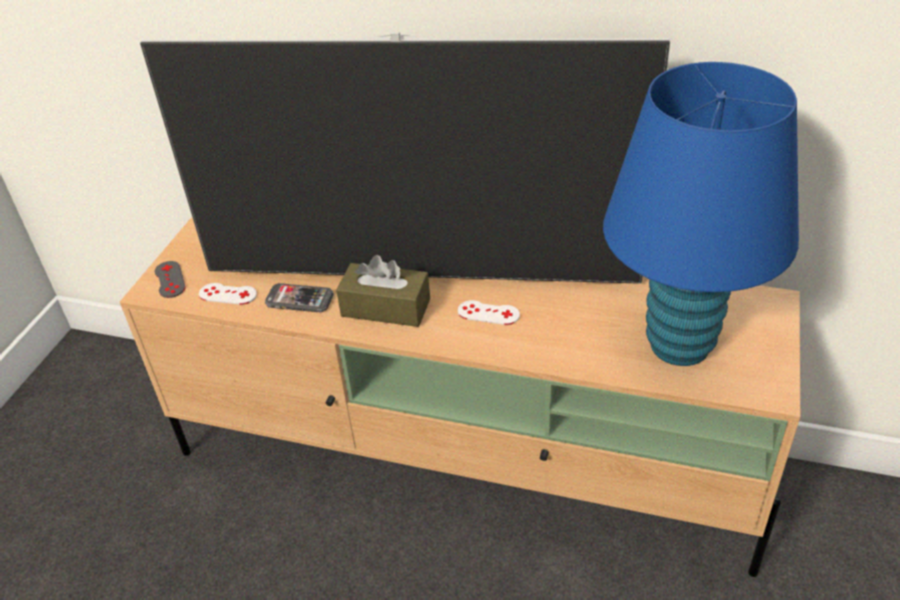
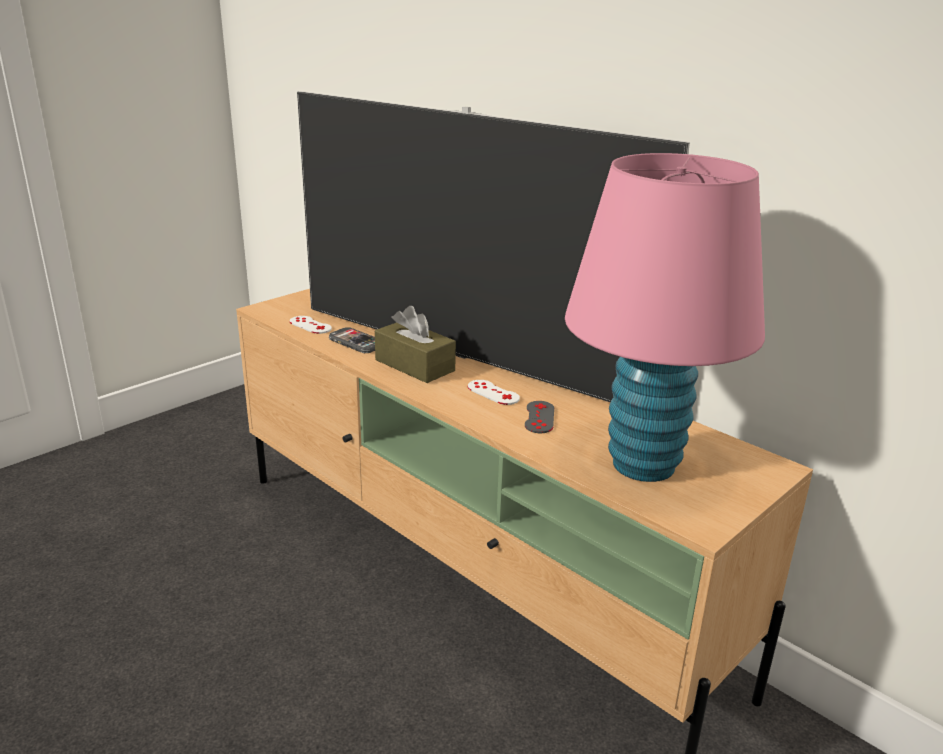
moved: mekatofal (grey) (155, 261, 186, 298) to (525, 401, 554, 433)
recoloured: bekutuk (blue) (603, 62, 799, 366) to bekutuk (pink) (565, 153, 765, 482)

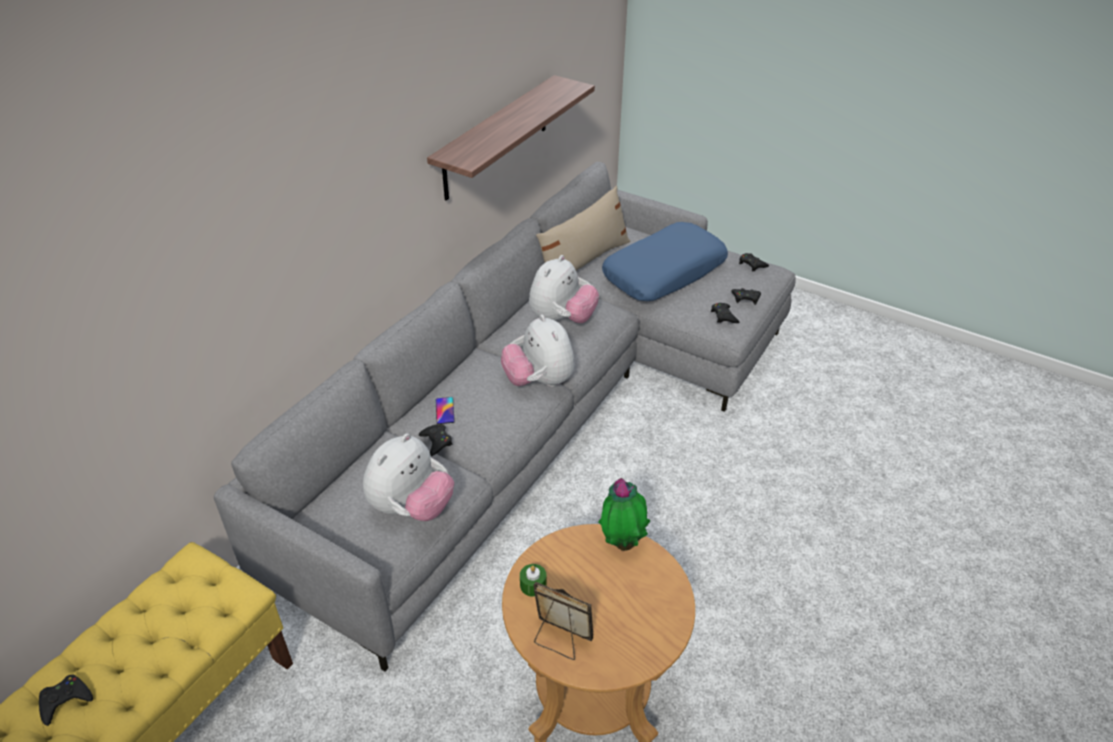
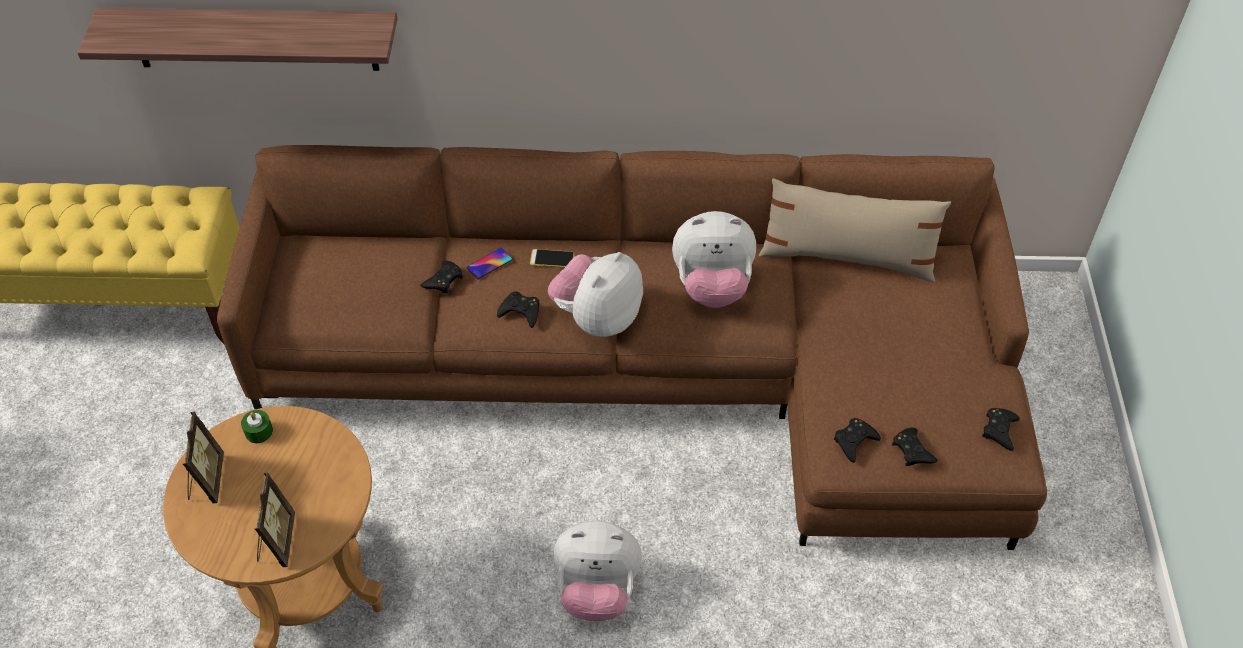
removed: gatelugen (598, 478, 650, 551); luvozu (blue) (602, 222, 728, 301)
added: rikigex (255, 473, 295, 567); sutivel (530, 249, 575, 268)
moved: mekatofal (black) (39, 674, 93, 726) to (497, 291, 540, 328); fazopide (363, 433, 454, 521) to (553, 521, 642, 621); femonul (427, 75, 595, 201) to (77, 8, 398, 71)
recoloured: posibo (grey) (214, 162, 796, 671) to posibo (brown) (217, 145, 1047, 550)

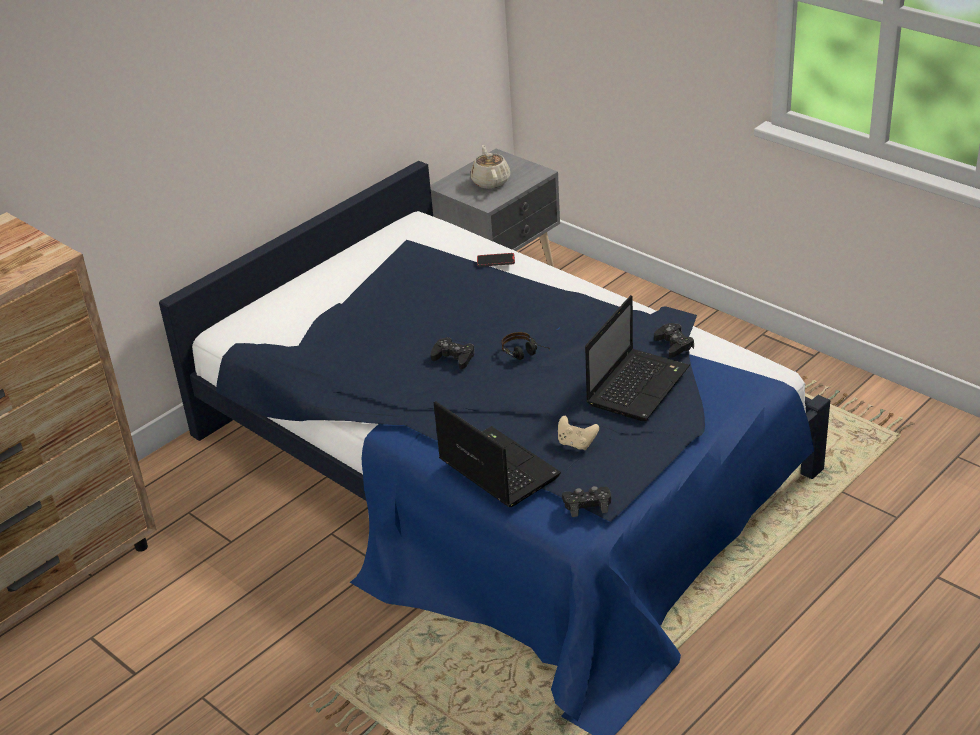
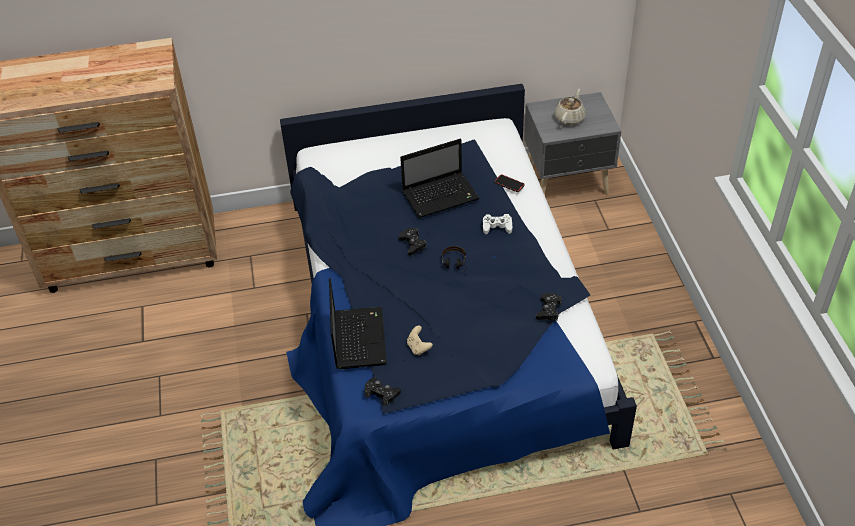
added: mekatofal (white) (483, 214, 512, 234)
moved: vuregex (585, 295, 690, 421) to (400, 139, 480, 218)

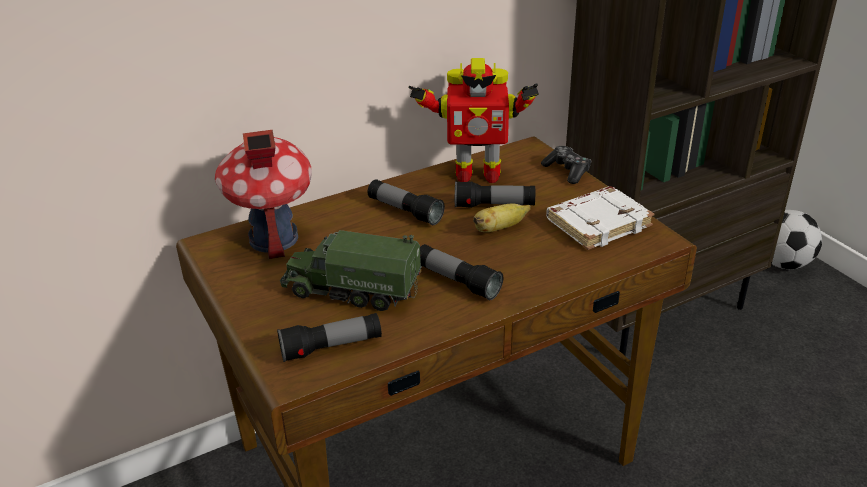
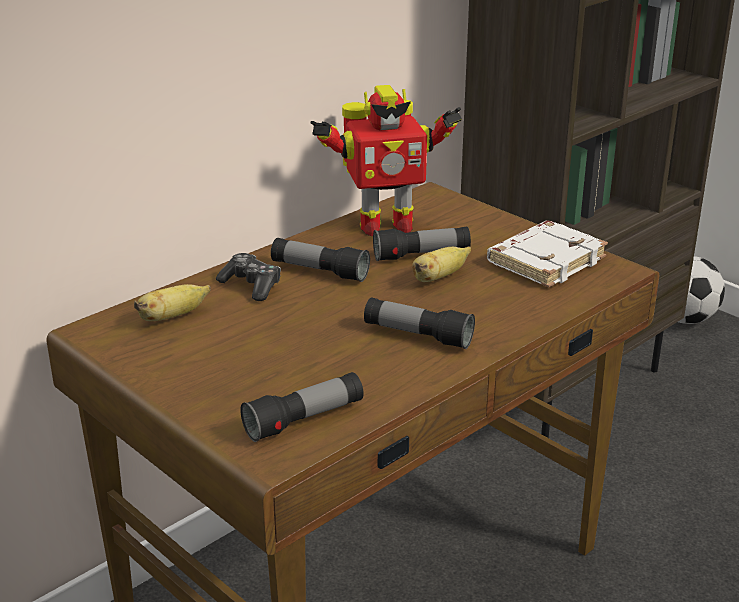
removed: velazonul (280, 230, 422, 311)
moved: mekatofal (541, 146, 592, 184) to (216, 253, 281, 301)
replaced: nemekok (215, 130, 312, 259) to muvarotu (134, 284, 211, 321)

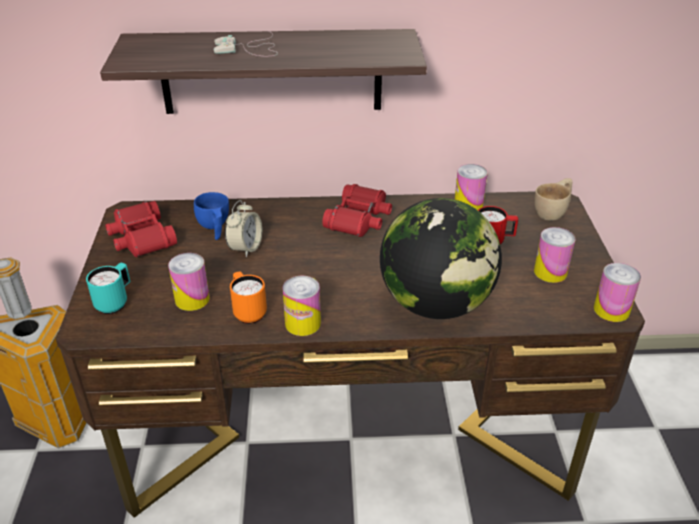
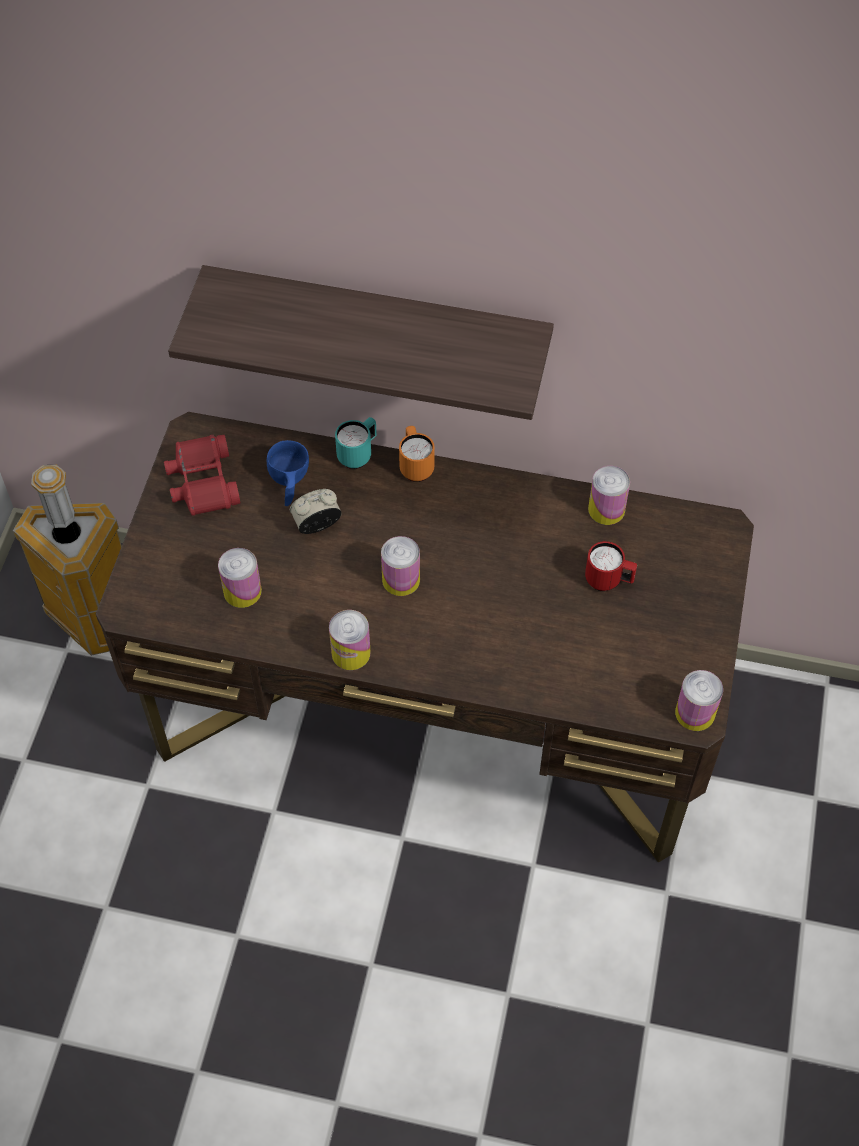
removed: mekatofal (white) (214, 31, 278, 56); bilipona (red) (322, 184, 392, 237); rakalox (380, 198, 502, 319); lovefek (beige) (534, 178, 573, 221)
moved: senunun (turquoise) (86, 263, 131, 314) to (335, 417, 377, 469); senunun (orange) (230, 271, 267, 324) to (399, 426, 435, 482); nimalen (534, 227, 576, 283) to (381, 536, 420, 596)
turned: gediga (225, 200, 263, 257) = (290, 489, 342, 534) 150 degrees counterclockwise

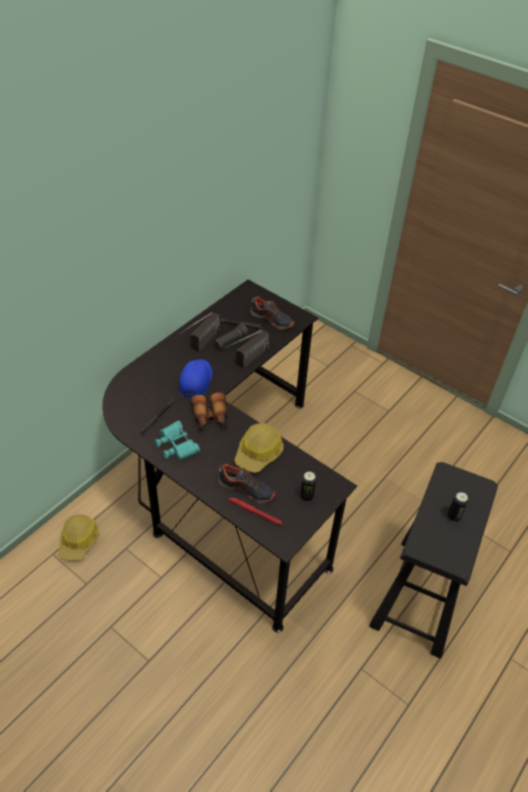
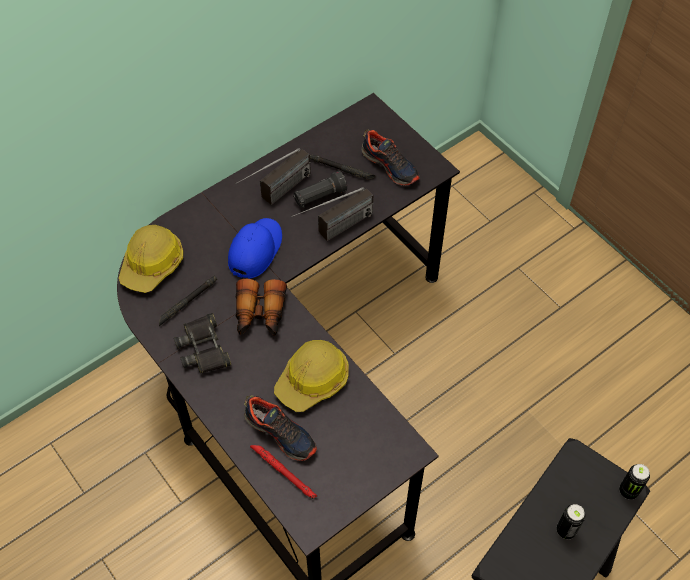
moved: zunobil (59, 514, 100, 561) to (119, 225, 184, 293); nimalen (300, 472, 316, 502) to (619, 464, 650, 500)
recoloured: bilipona (turquoise) (155, 421, 200, 460) to bilipona (black) (174, 313, 231, 374)

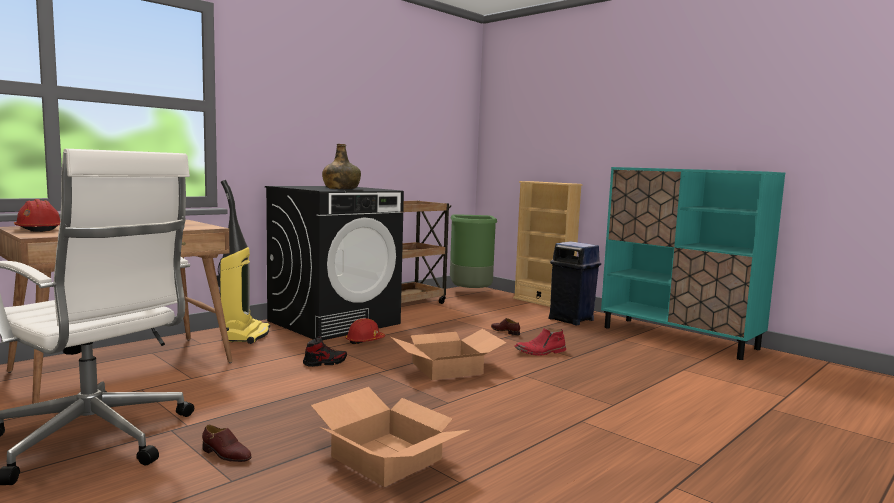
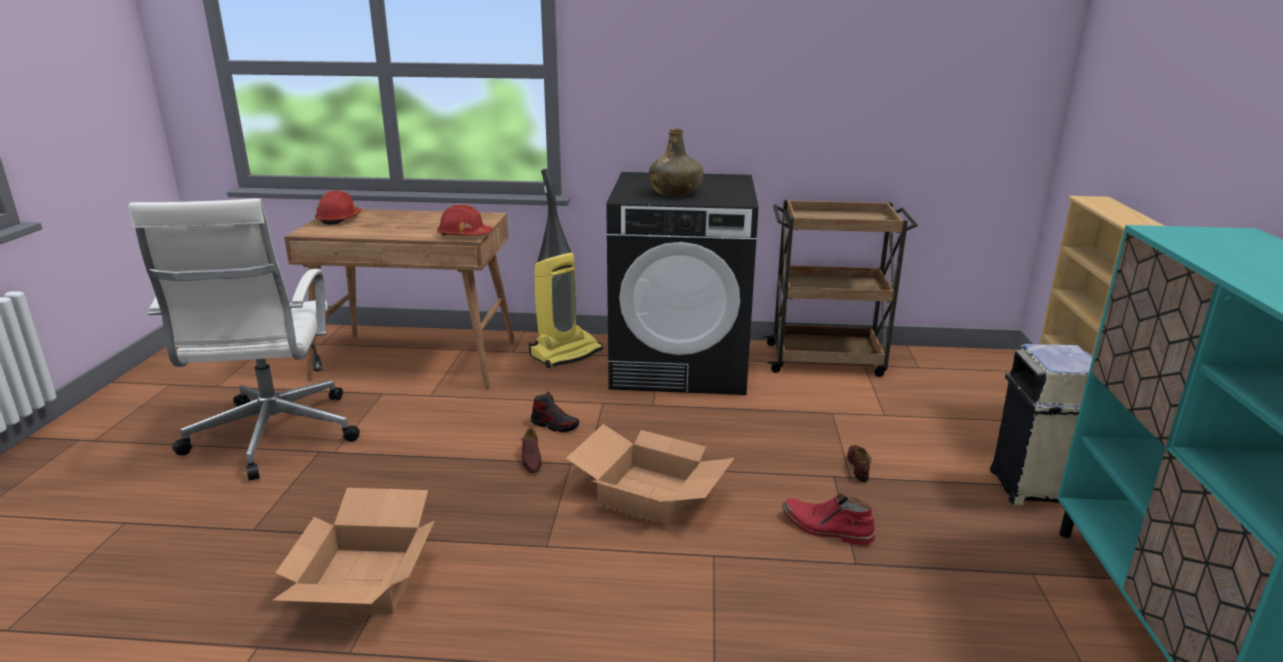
removed: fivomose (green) (450, 214, 497, 288)
moved: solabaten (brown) (202, 425, 252, 462) to (521, 428, 542, 473); zunobil (red) (346, 318, 385, 344) to (437, 204, 493, 236)
recoloured: fivomose (blue) (548, 241, 601, 325) to fivomose (beige) (990, 344, 1093, 506)

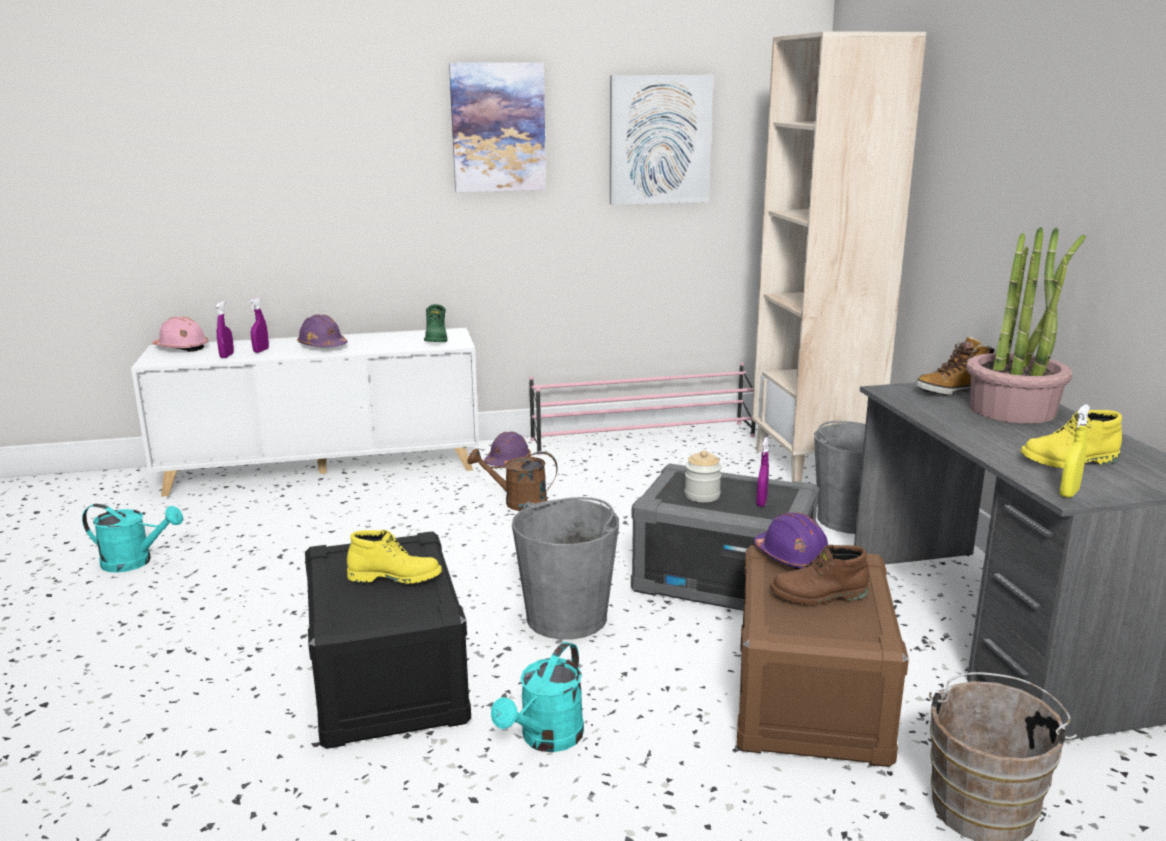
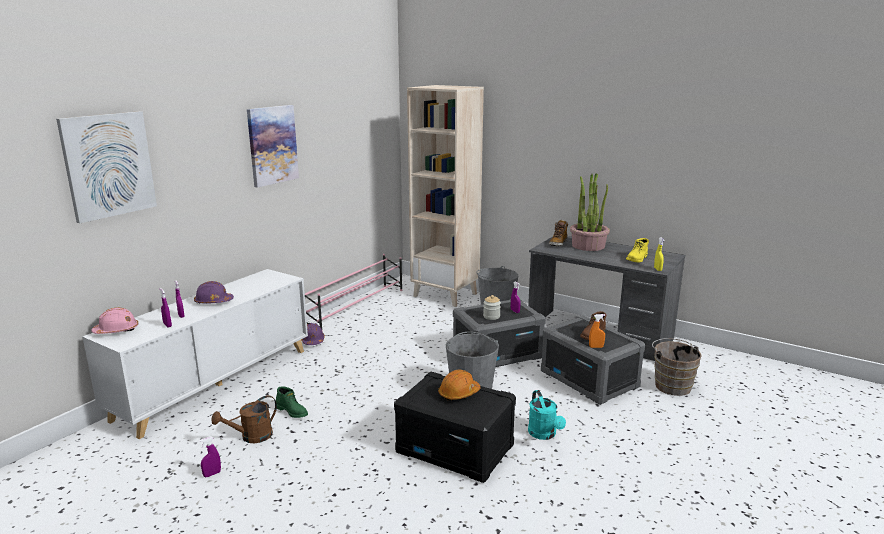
removed: zunobil (purple) (754, 513, 828, 569)
added: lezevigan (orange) (589, 314, 605, 348)
moved: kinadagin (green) (424, 304, 448, 342) to (276, 386, 308, 418); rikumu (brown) (468, 449, 558, 511) to (211, 395, 277, 443); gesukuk (610, 75, 714, 205) to (56, 111, 157, 223)
replaced: rikumu (turquoise) (82, 504, 183, 573) to lezevigan (purple) (200, 436, 221, 477); kinadagin (yellow) (347, 530, 442, 584) to zunobil (orange) (438, 369, 481, 401)
recoloured: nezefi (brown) (737, 545, 909, 767) to nezefi (grey) (541, 315, 645, 405)

